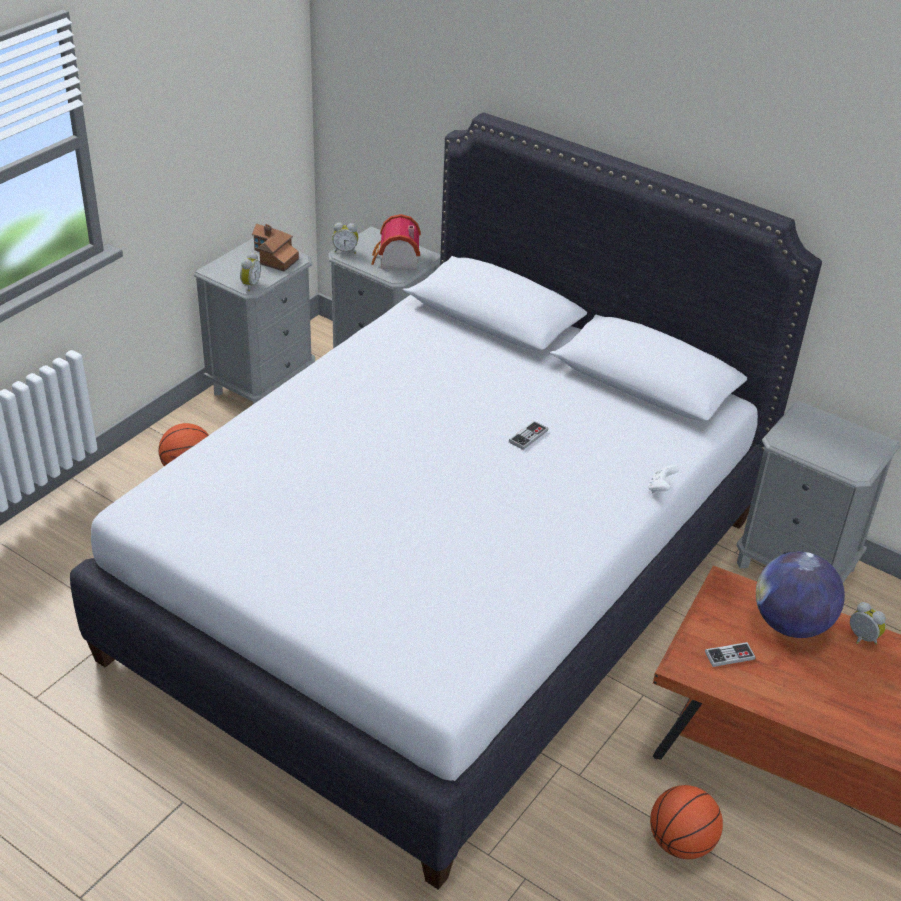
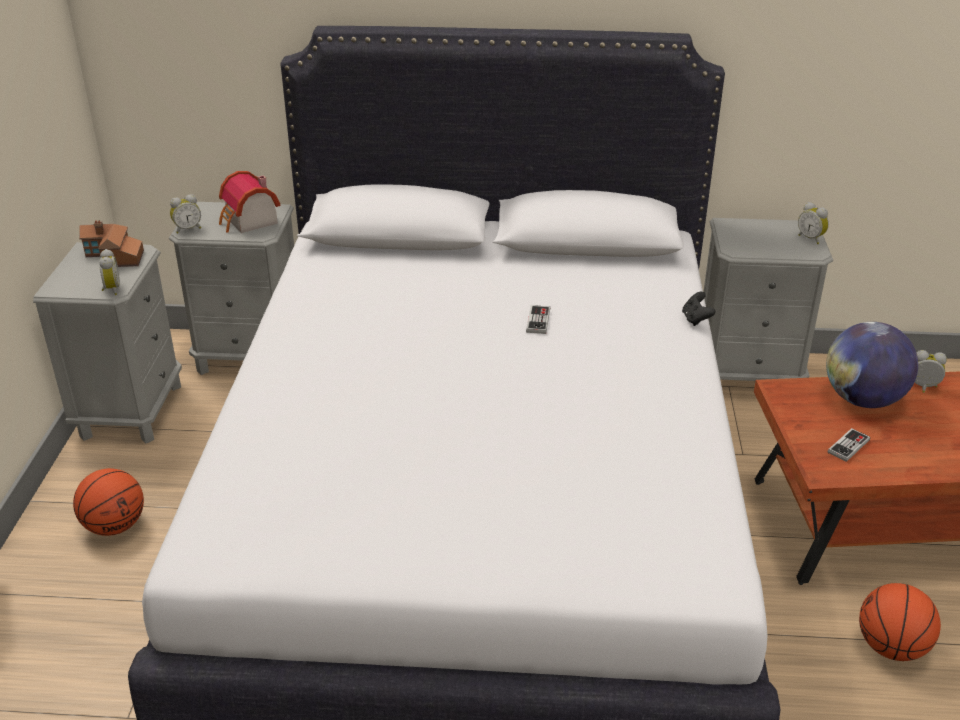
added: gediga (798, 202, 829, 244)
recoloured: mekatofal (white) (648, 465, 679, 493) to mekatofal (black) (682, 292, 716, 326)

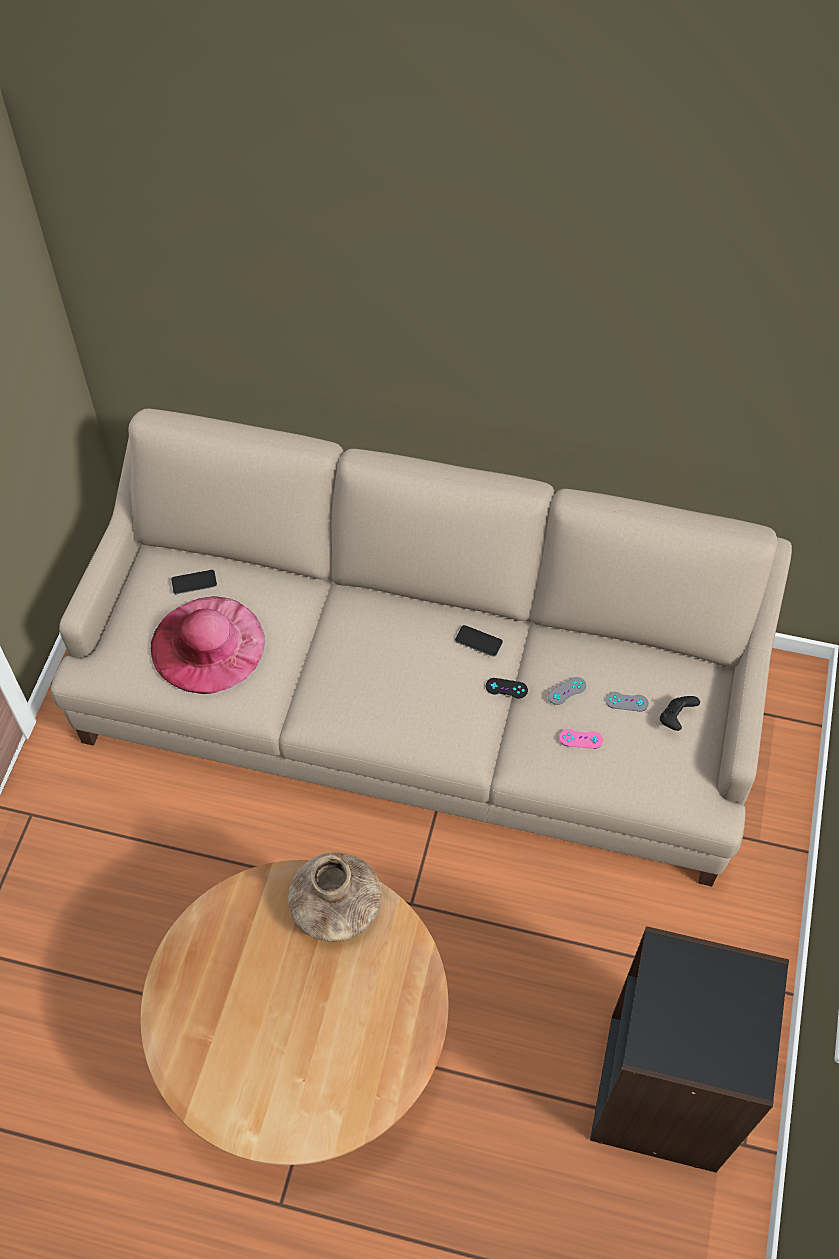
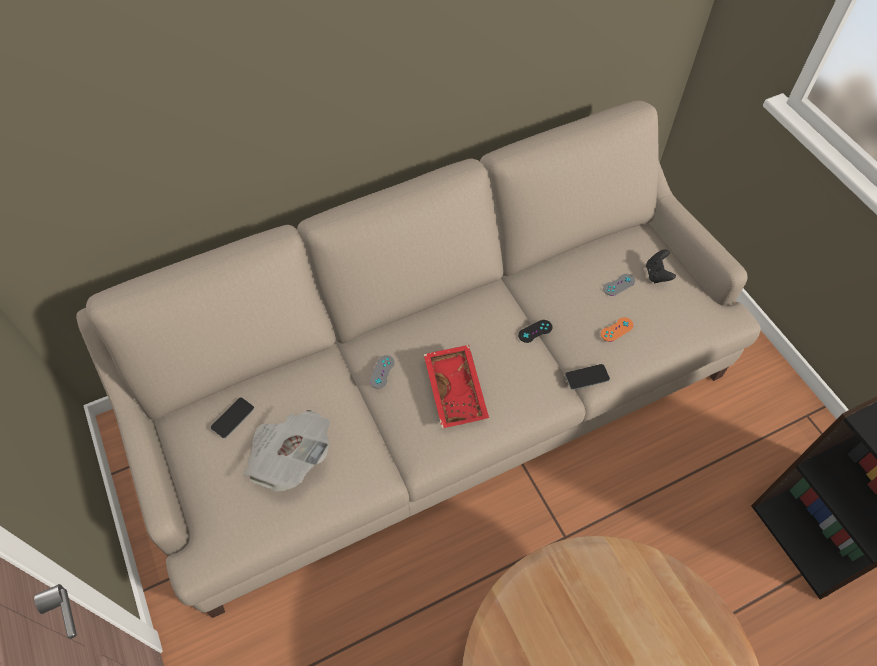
removed: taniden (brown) (288, 852, 382, 942)
added: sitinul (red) (424, 345, 489, 428)
moved: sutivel (455, 625, 503, 657) to (565, 364, 610, 390); mekatofal (grey) (548, 677, 586, 705) to (370, 355, 395, 389)
replaced: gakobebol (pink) (151, 596, 265, 694) to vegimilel (243, 410, 330, 492)
recoloured: mekatofal (pink) (559, 729, 603, 749) to mekatofal (orange) (601, 317, 634, 342)

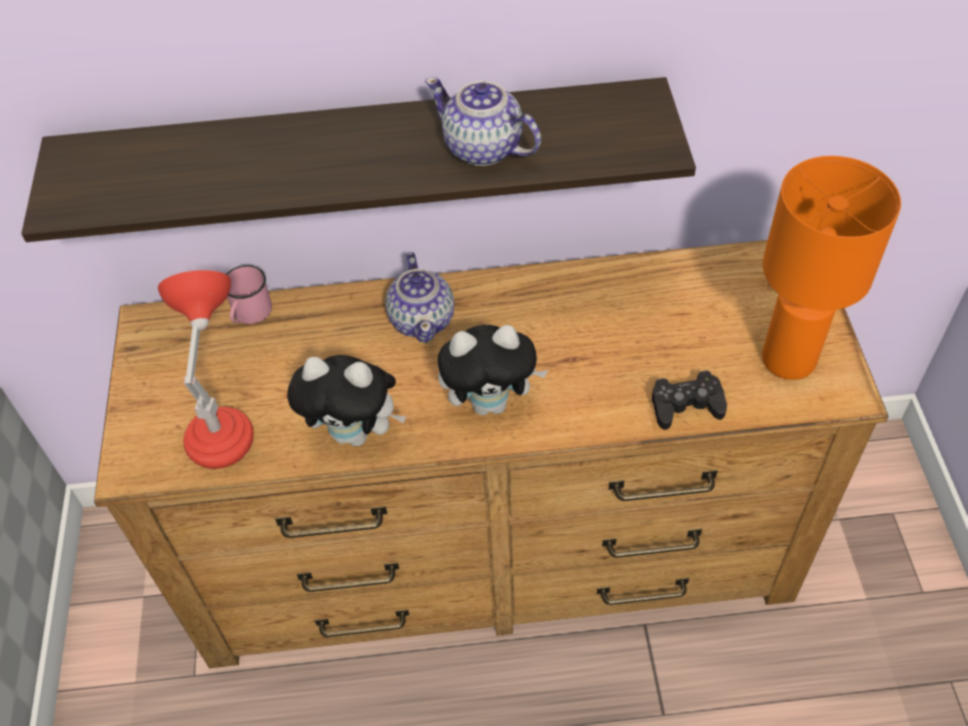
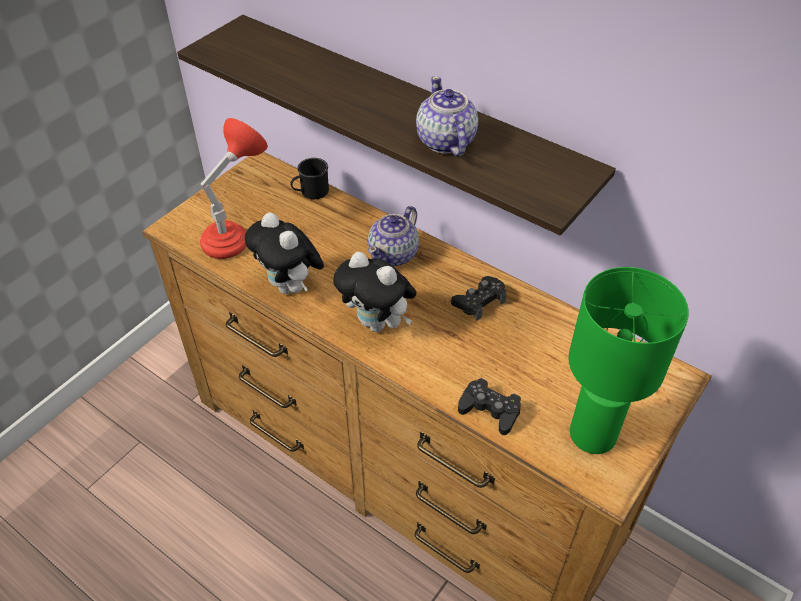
added: mekatofal (black) (451, 276, 506, 321)
recoloured: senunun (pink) (226, 265, 272, 324) to senunun (black) (290, 158, 329, 199); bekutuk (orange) (762, 156, 901, 380) to bekutuk (green) (568, 267, 689, 454)

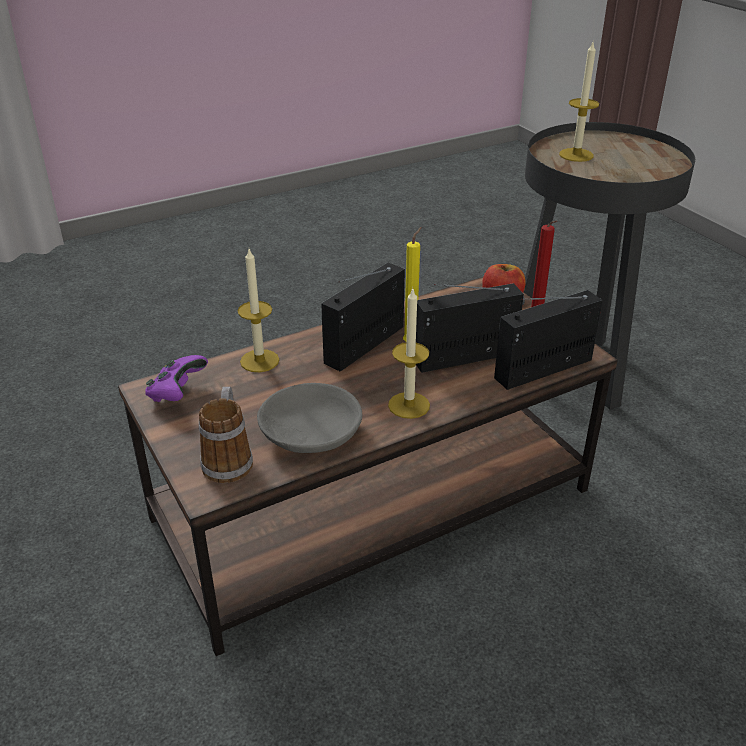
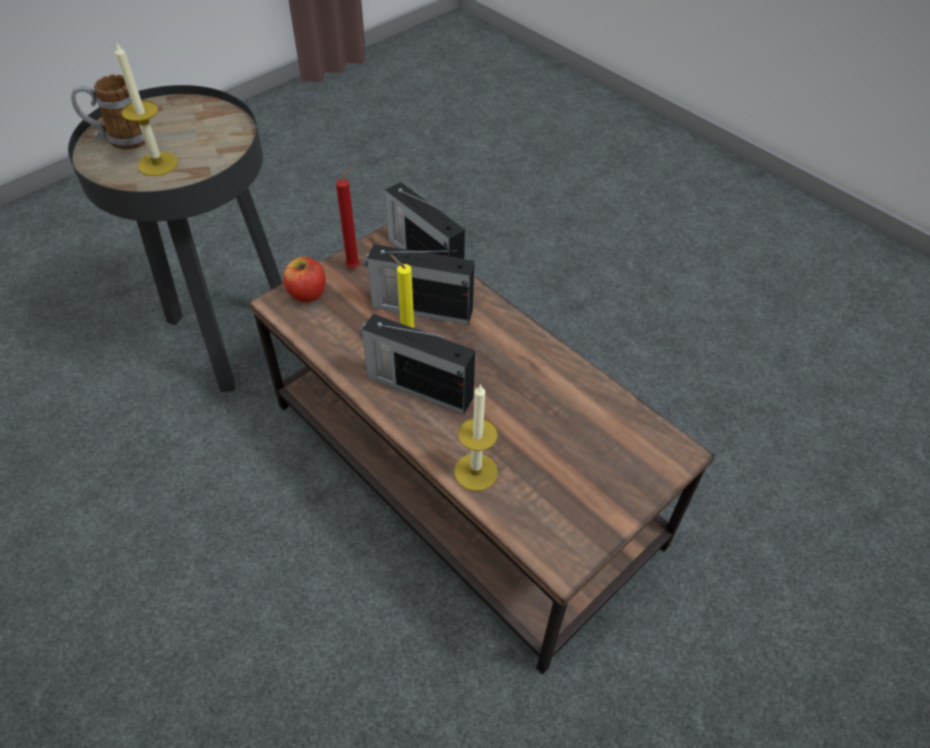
removed: mekatofal (purple) (145, 355, 208, 402); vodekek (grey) (257, 383, 362, 453); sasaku (388, 287, 430, 419)
moved: senunun (199, 387, 253, 483) to (71, 74, 146, 150)
turned: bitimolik (416, 283, 525, 373) = (365, 244, 475, 325) 45 degrees counterclockwise

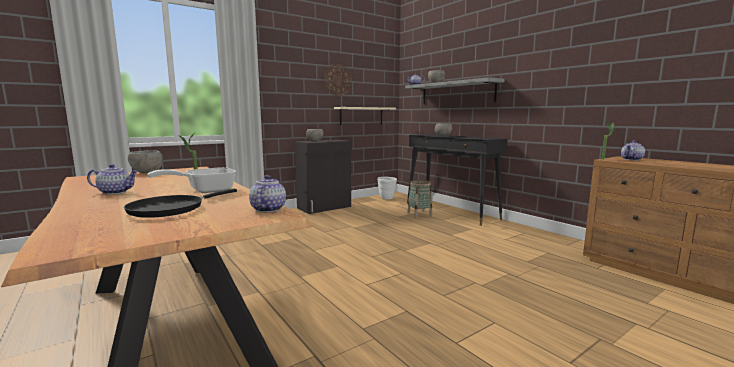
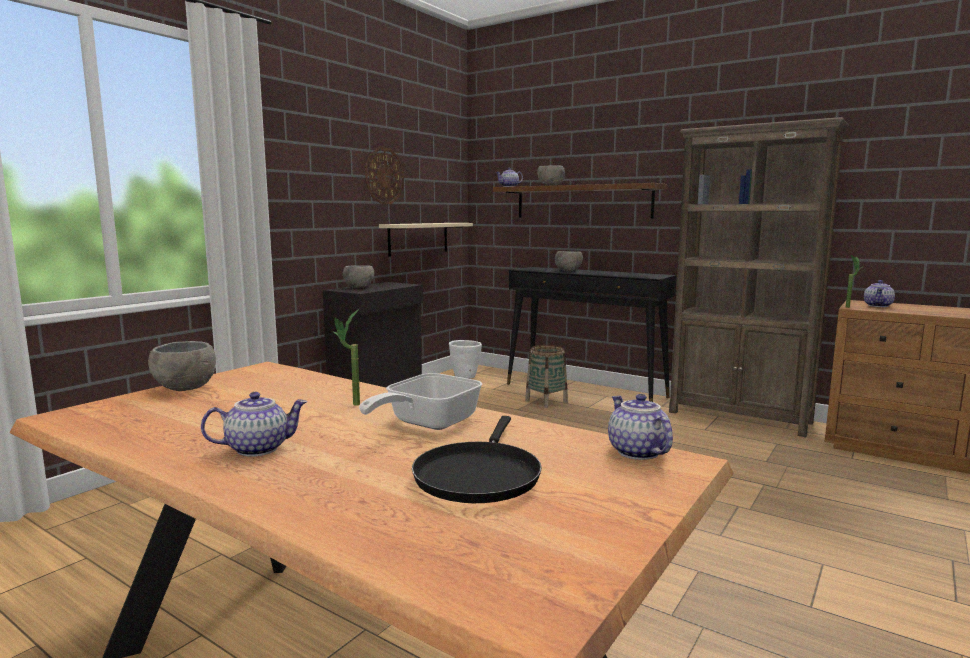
added: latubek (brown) (669, 117, 849, 437)
recoloured: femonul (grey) (405, 77, 505, 104) to femonul (brown) (493, 183, 668, 218)

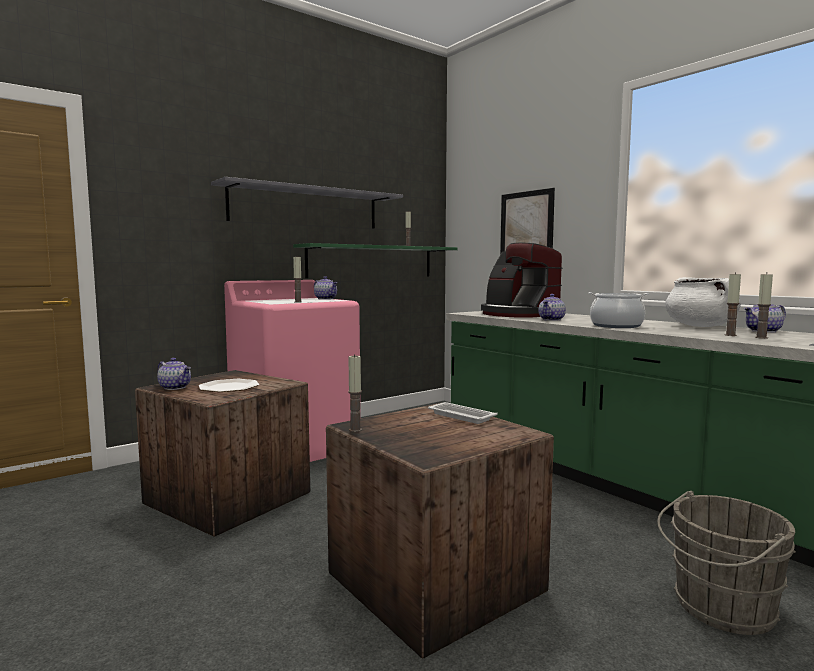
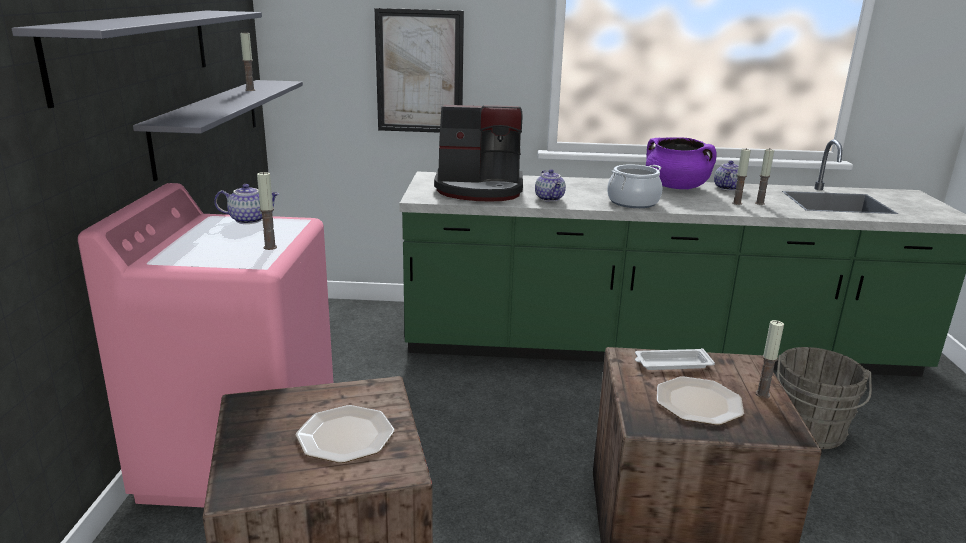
removed: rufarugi (157, 358, 191, 390)
added: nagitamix (657, 376, 744, 425)
moved: sasaku (348, 354, 362, 432) to (755, 320, 784, 398)
recoloured: femonul (green) (293, 243, 458, 278) to femonul (grey) (133, 80, 303, 181); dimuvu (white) (665, 277, 741, 327) to dimuvu (purple) (646, 137, 717, 189)

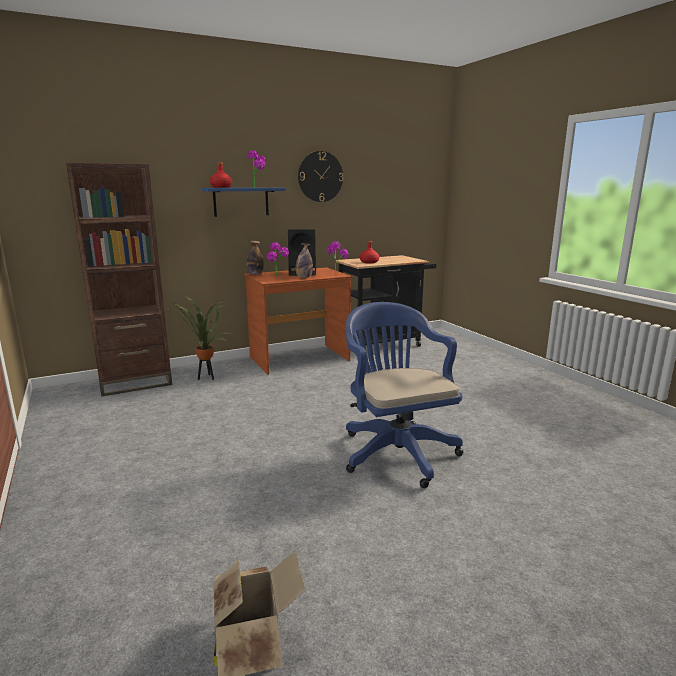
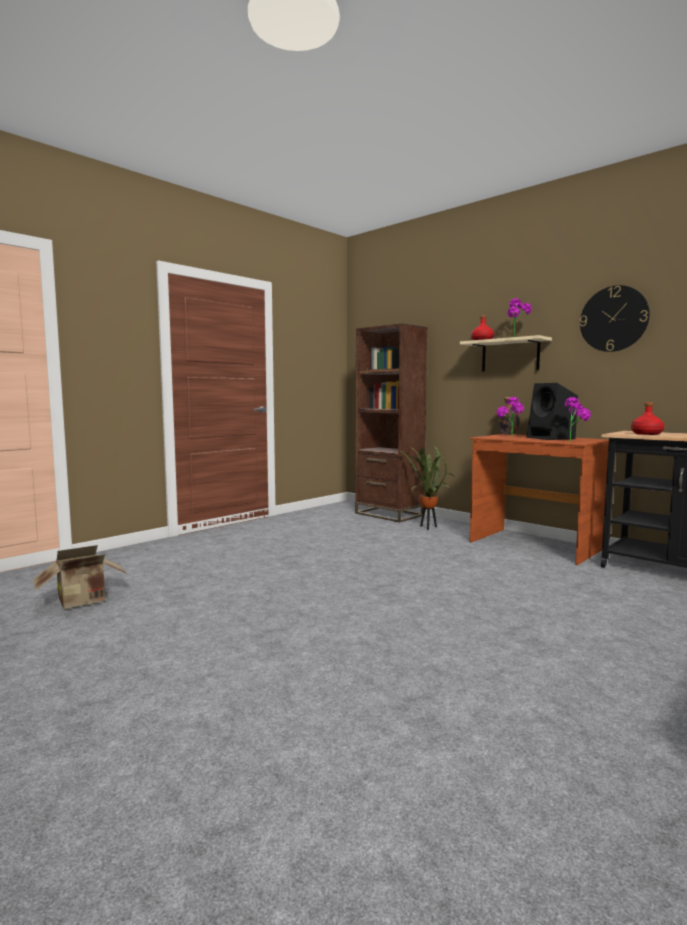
removed: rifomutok (295, 243, 313, 278); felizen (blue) (346, 302, 463, 488)
recoloured: femonul (blue) (202, 188, 286, 217) to femonul (beige) (460, 335, 552, 372)

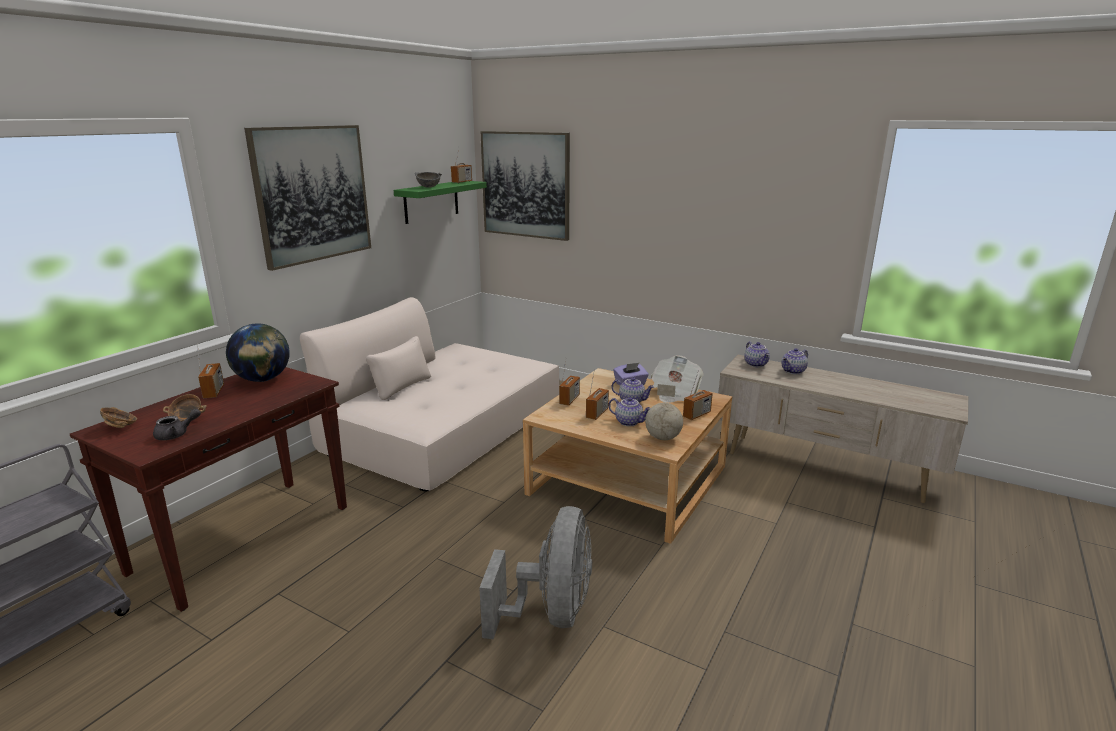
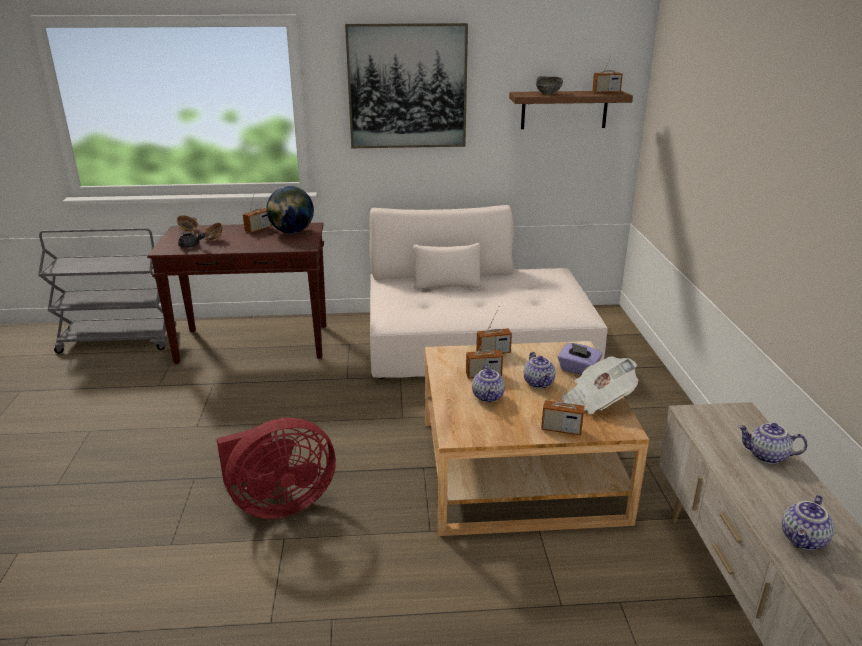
removed: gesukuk (480, 131, 570, 241); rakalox (645, 384, 683, 440)
moved: rufarugi (744, 342, 770, 367) to (782, 495, 834, 550)
recoloured: femonul (green) (394, 181, 487, 224) to femonul (brown) (509, 91, 633, 129); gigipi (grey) (479, 506, 592, 639) to gigipi (red) (216, 418, 336, 519)

